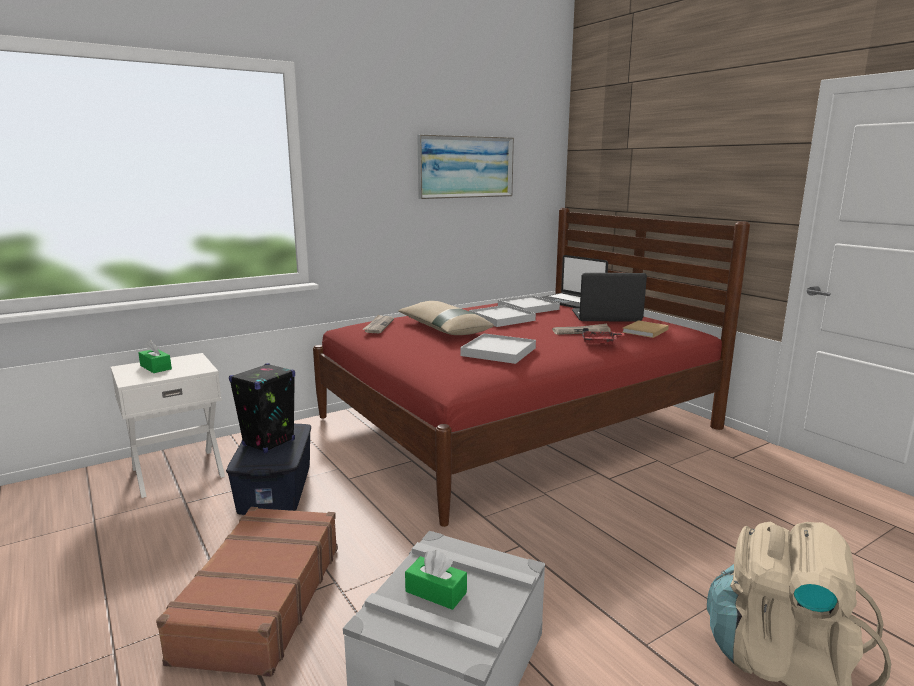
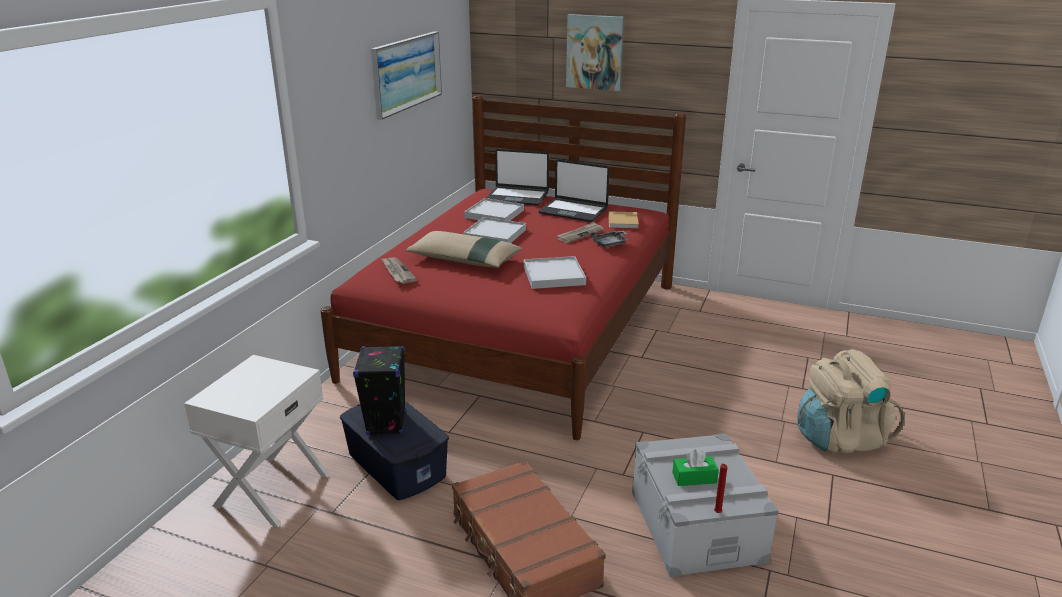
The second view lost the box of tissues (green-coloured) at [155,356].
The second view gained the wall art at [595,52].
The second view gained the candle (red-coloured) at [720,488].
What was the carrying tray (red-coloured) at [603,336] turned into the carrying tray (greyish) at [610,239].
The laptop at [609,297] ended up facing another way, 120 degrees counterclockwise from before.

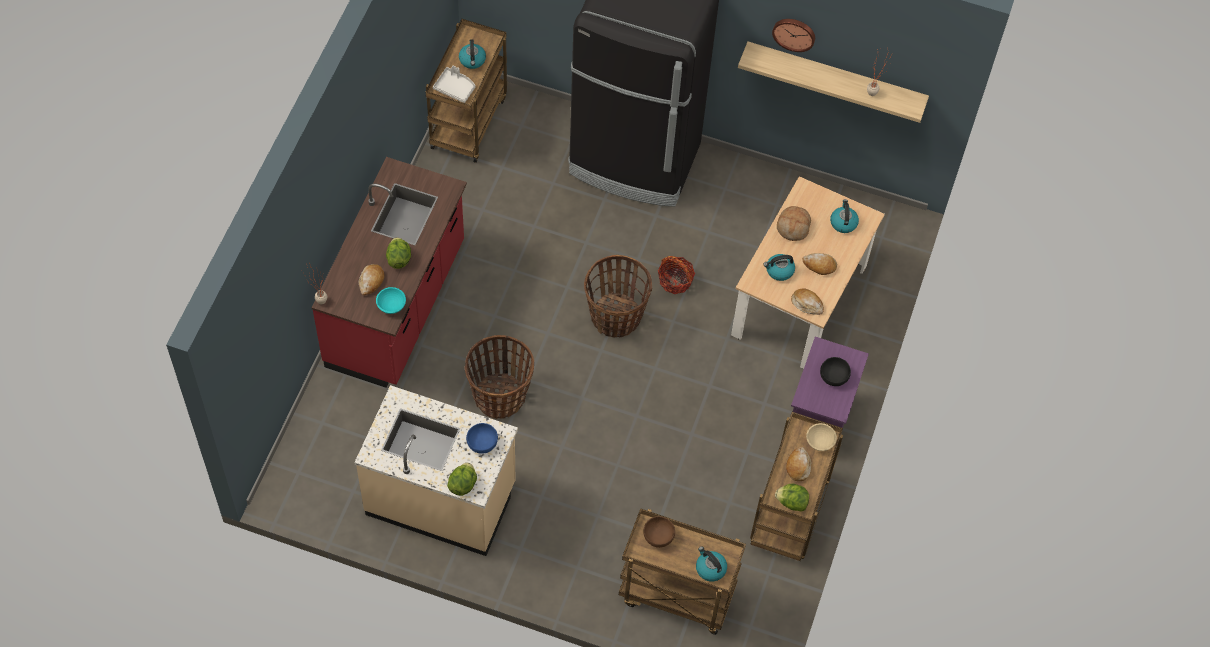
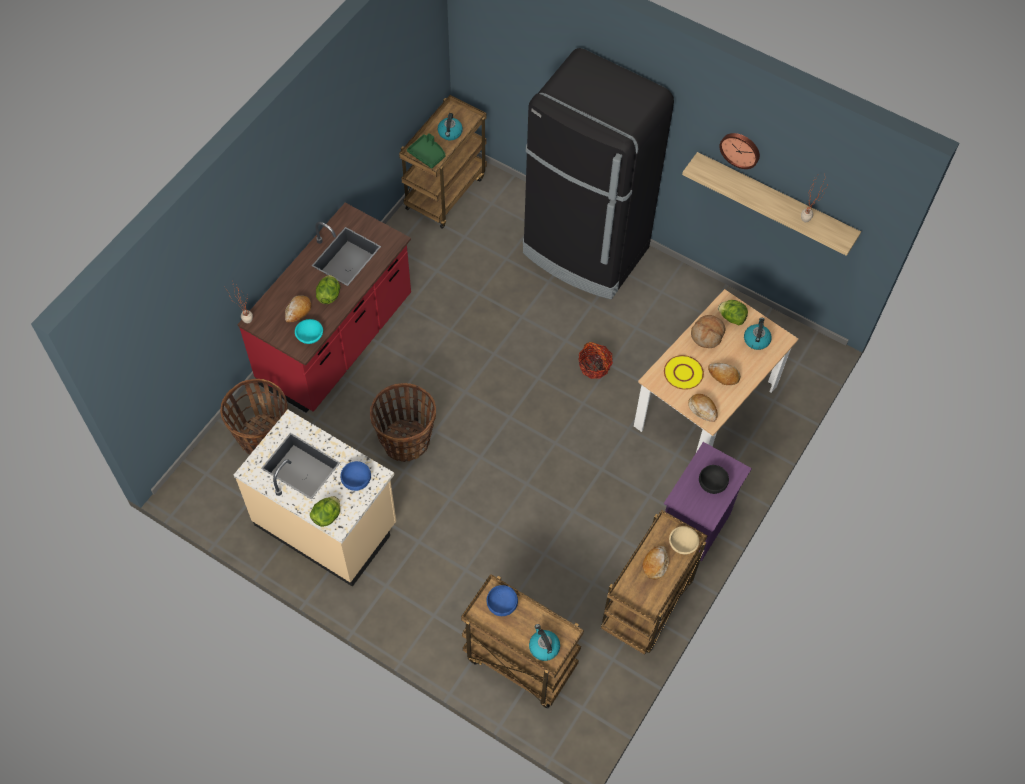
The storage basket ended up elsewhere, having gone from [618,296] to [254,416].
The head of lettuce ended up elsewhere, having gone from [792,498] to [733,312].
Where the water kettle stood at [779,267], the flat dish (yellow-coloured) came to stand at [684,372].
What was the carrying tray (white-coloured) at [454,84] turned into the carrying tray (green-coloured) at [426,150].
What was the deep dish (brown) at [659,532] turned into the deep dish (bluish) at [502,600].

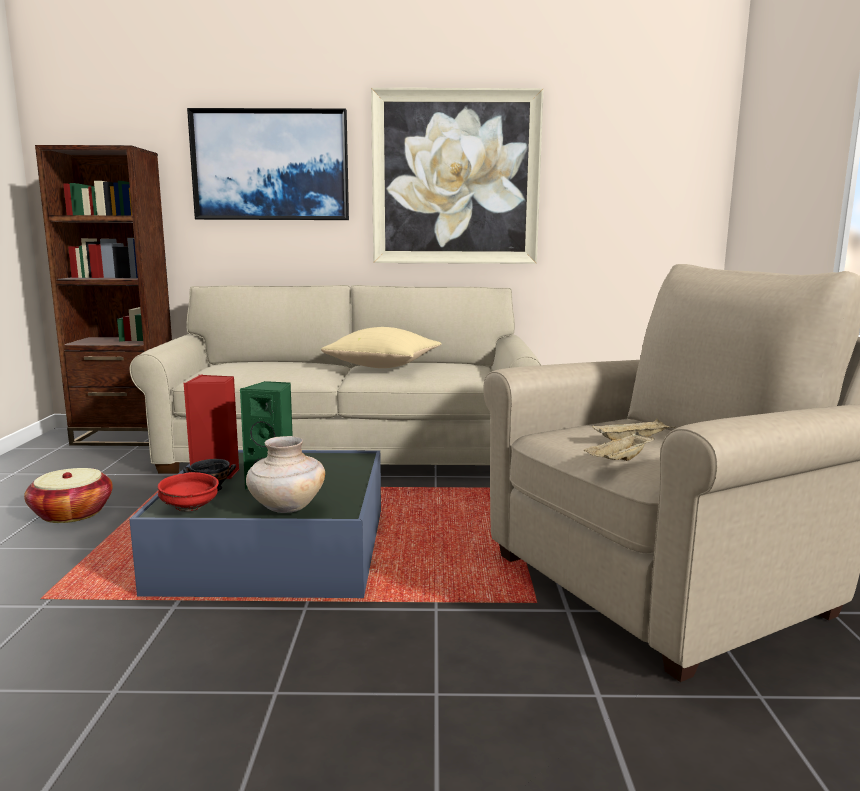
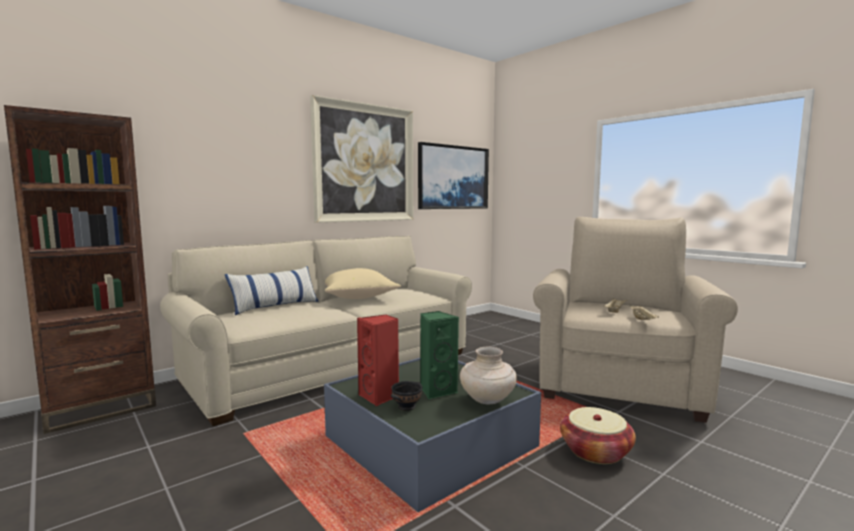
The second view lost the deep dish (red-coloured) at [188,492].
The second view gained the throw pillow at [272,290].
The storage basket ended up elsewhere, having gone from [68,495] to [598,435].
The wall art ended up elsewhere, having gone from [268,164] to [453,175].

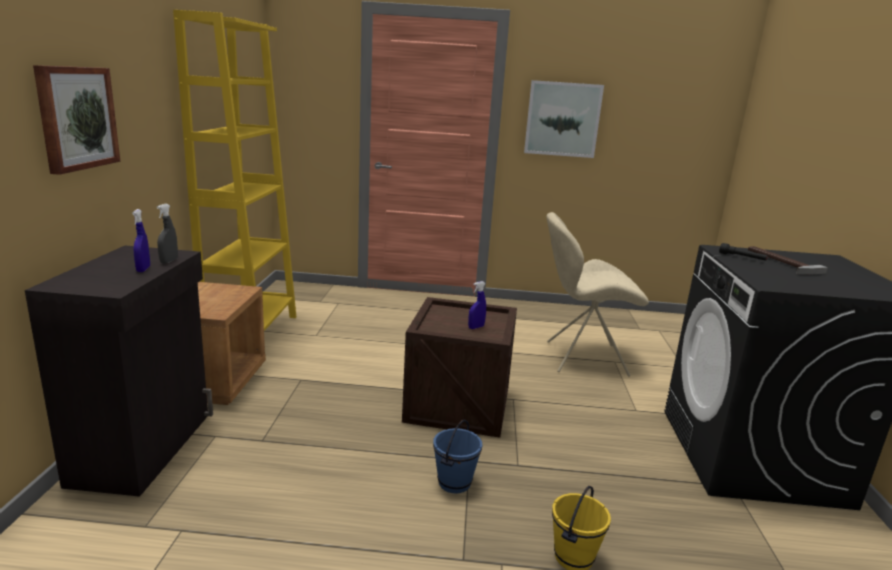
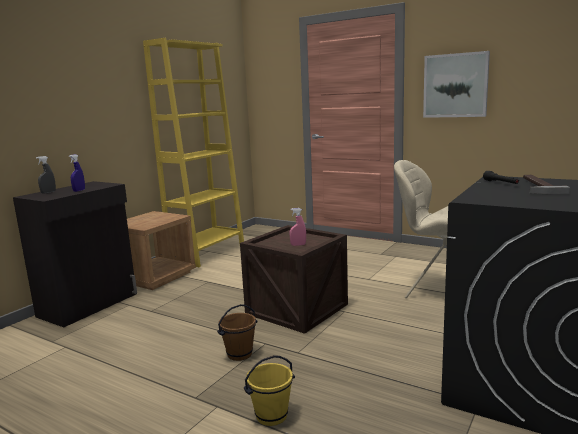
The second view lost the wall art at [76,120].
The sprayer (greyish) ended up elsewhere, having gone from [167,234] to [46,175].
What was the water bucket (bluish) at [457,456] turned into the water bucket (brown) at [237,332].
What was the sprayer (bluish) at [477,305] turned into the sprayer (pink-coloured) at [297,227].

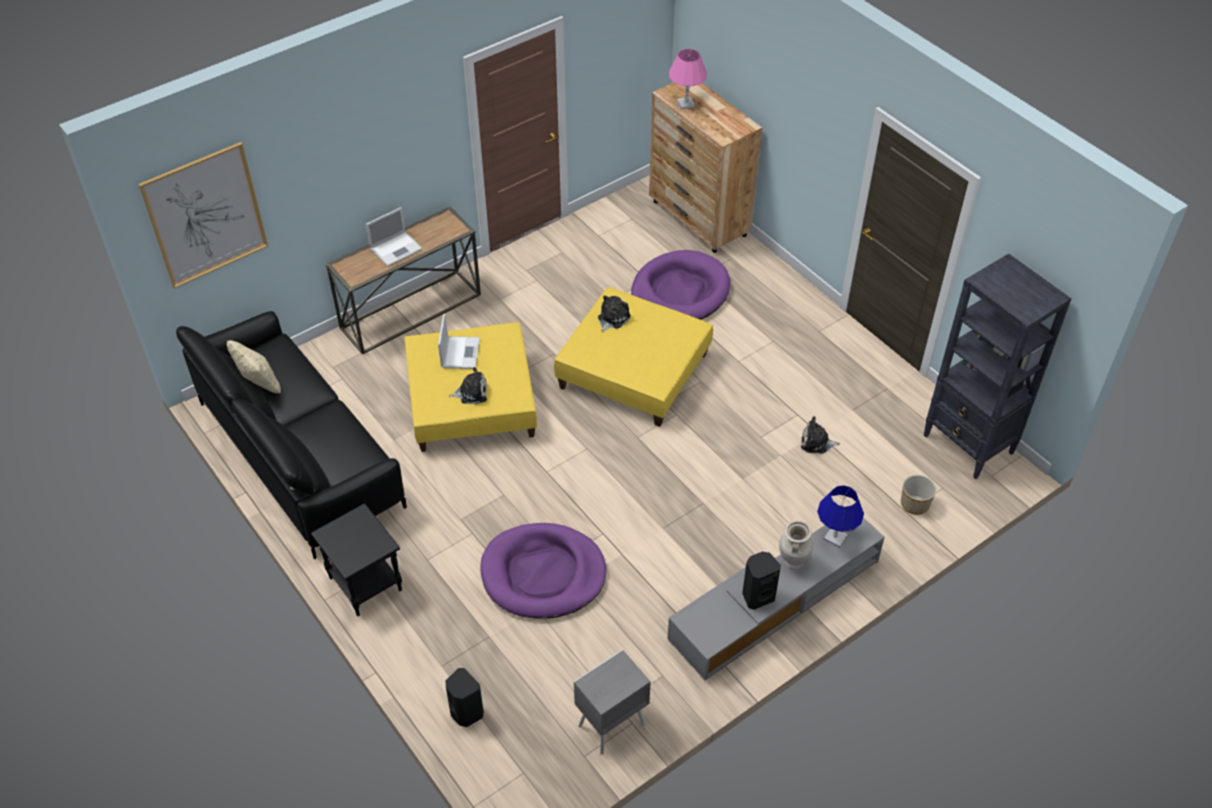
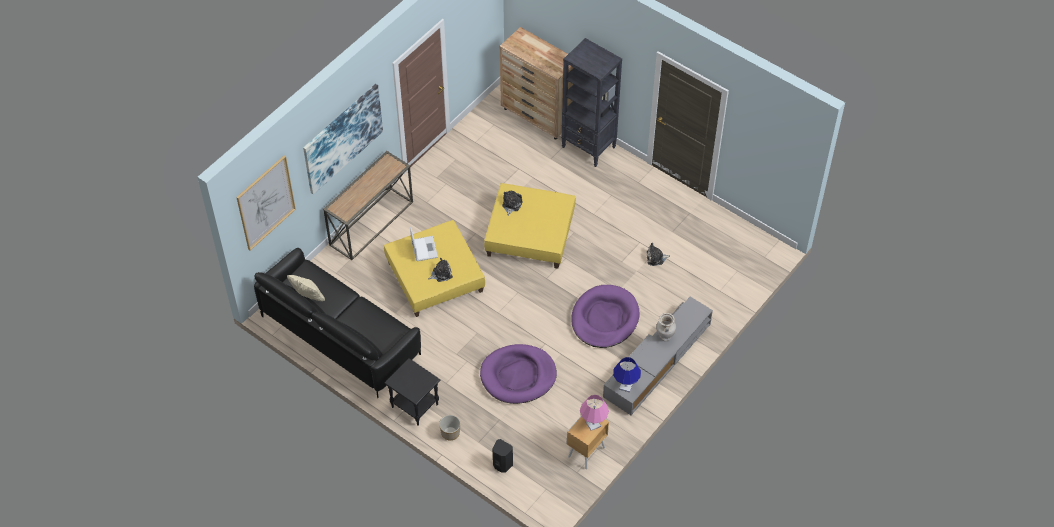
The second view lost the laptop at [394,236].
The second view lost the speaker (black-coloured) at [761,581].
The second view gained the wall art at [343,139].
The pet bed (purplish) ended up elsewhere, having gone from [680,285] to [605,316].
The table lamp (pink-coloured) ended up elsewhere, having gone from [688,79] to [594,413].
The table lamp (bluish) ended up elsewhere, having gone from [840,516] to [627,375].
The plant pot ended up elsewhere, having gone from [918,495] to [449,427].
The bookcase (black-coloured) ended up elsewhere, having gone from [998,366] to [591,102].
What was the bedside table (greyish) at [612,701] turned into the bedside table (brown) at [588,443].

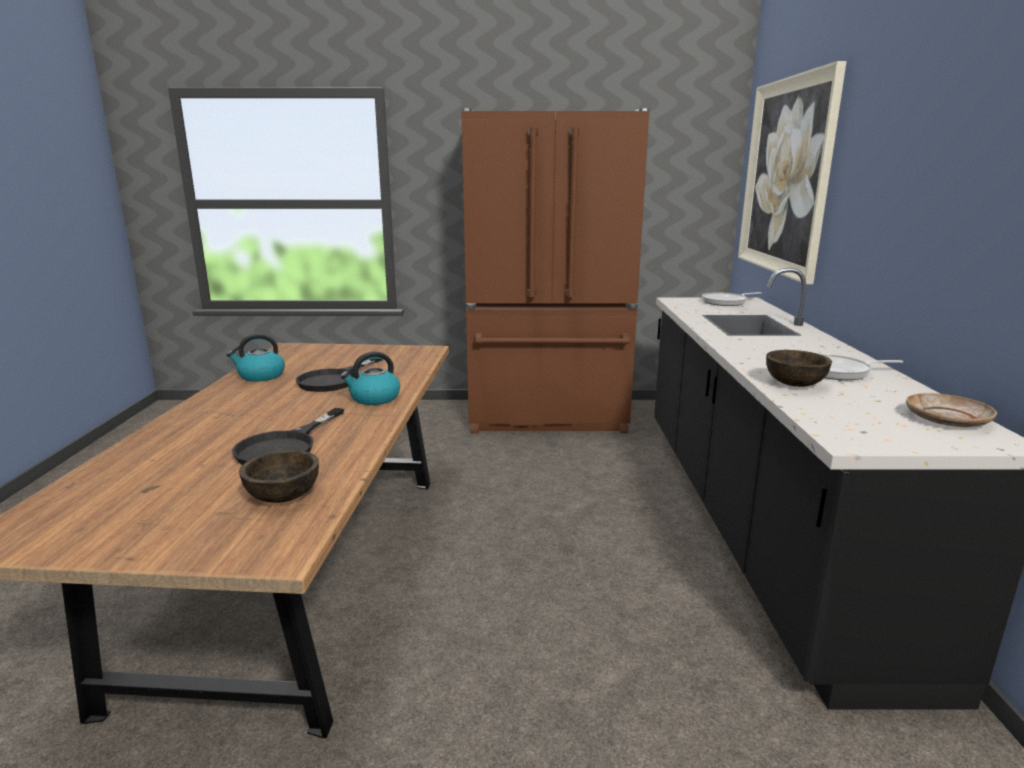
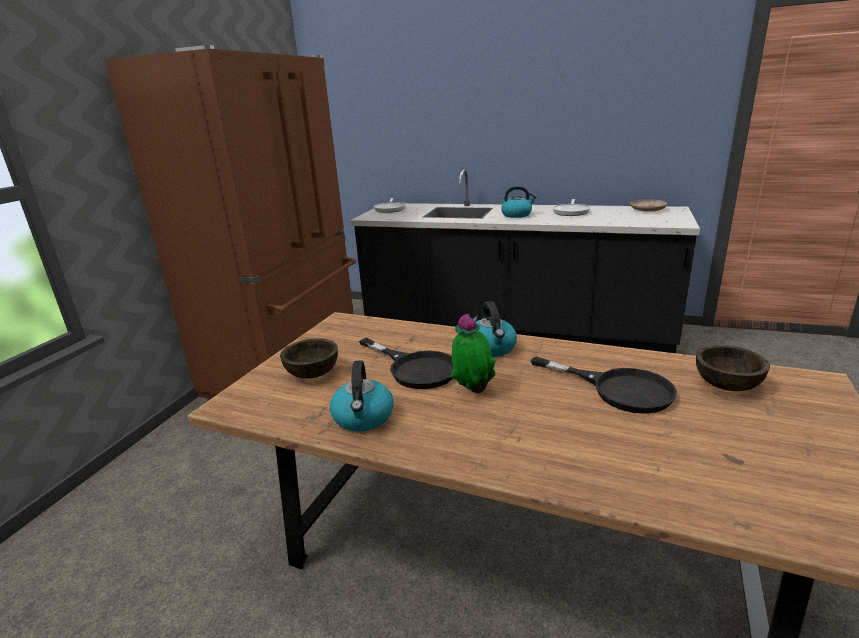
The second view lost the wall art at [792,172].
The second view gained the plant in a pot at [473,353].
The second view gained the water kettle at [519,202].
The deep dish (brown) ended up elsewhere, having gone from [799,368] to [309,358].

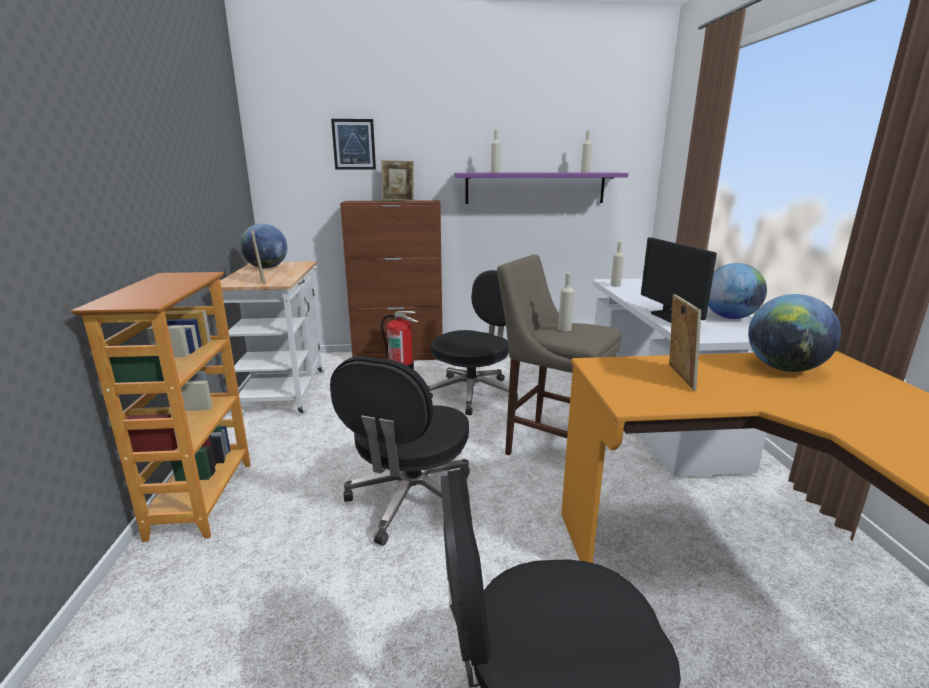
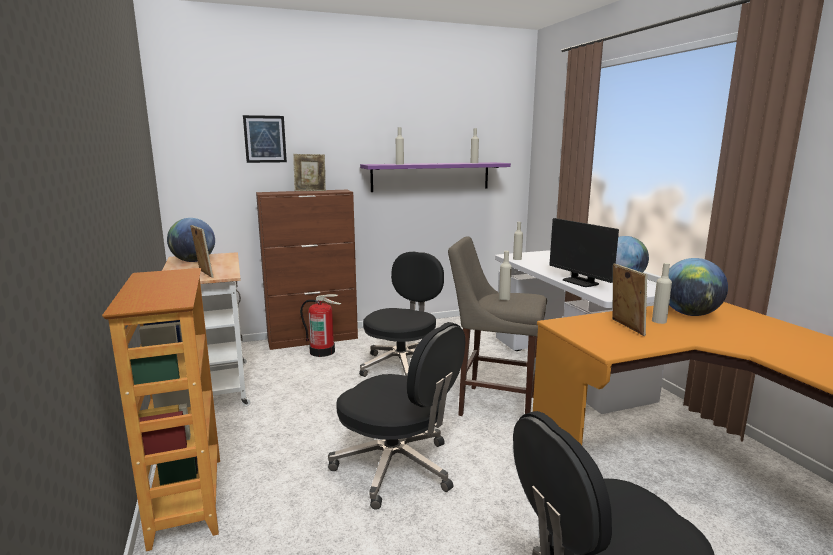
The second view gained the bottle (beige-coloured) at [662,293].
The computer chair (black-coloured) at [400,451] ended up facing another way, 60 degrees counterclockwise from before.

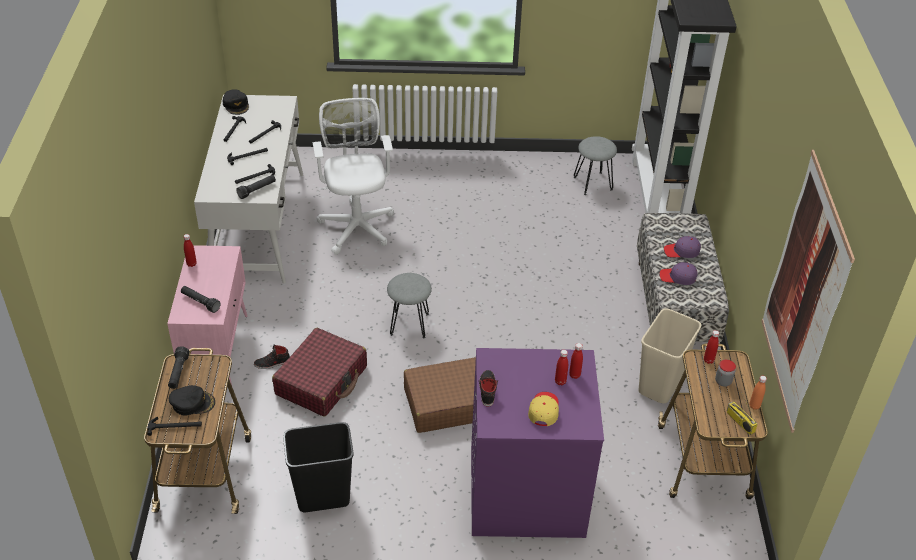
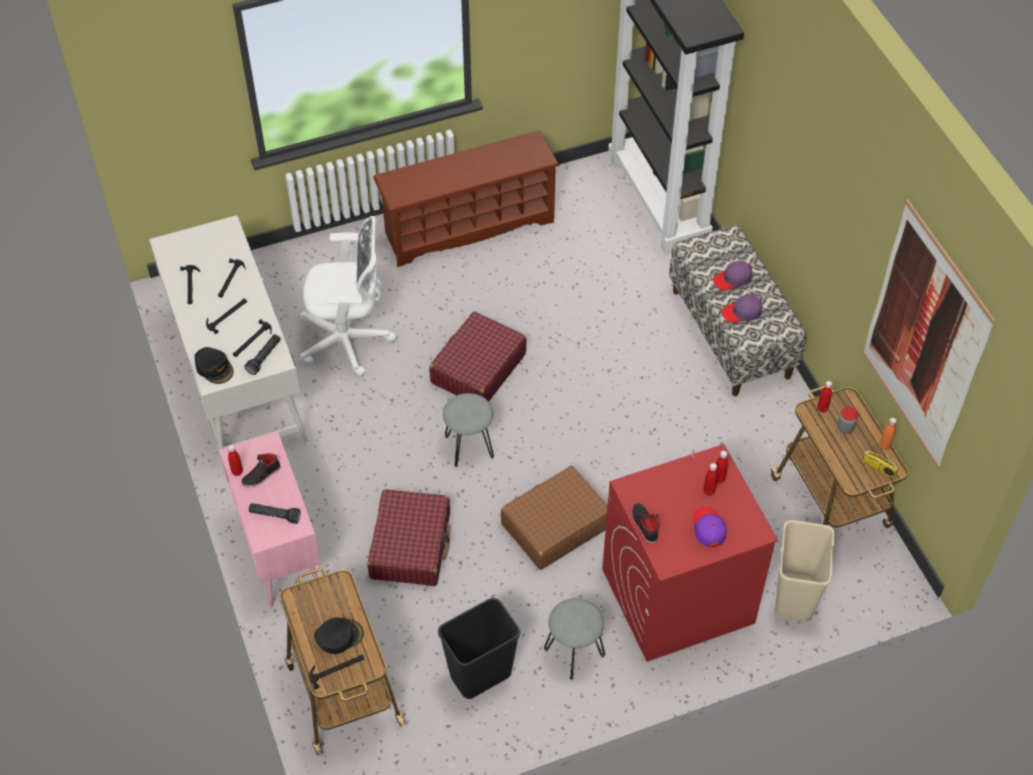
The second view lost the hand torch (black-coloured) at [179,367].
The second view gained the shoe stand (brown) at [466,198].
The second view gained the suitcase (red-coloured) at [478,356].
The baseball cap (black-coloured) ended up elsewhere, having gone from [235,102] to [214,365].
The low shoe (black-coloured) ended up elsewhere, having gone from [272,357] to [260,470].
The stool (greyish) ended up elsewhere, having gone from [595,165] to [574,639].
The trash can (beige-coloured) ended up elsewhere, having gone from [669,355] to [804,570].
What was the washing machine (purplish) at [537,443] turned into the washing machine (red-coloured) at [690,553].
What was the baseball cap (yellow-coloured) at [543,409] turned into the baseball cap (purplish) at [710,527].
The computer chair (white-coloured) at [353,176] ended up facing another way, 120 degrees clockwise from before.

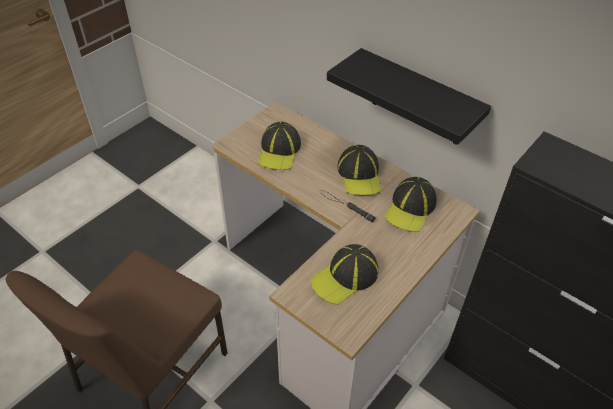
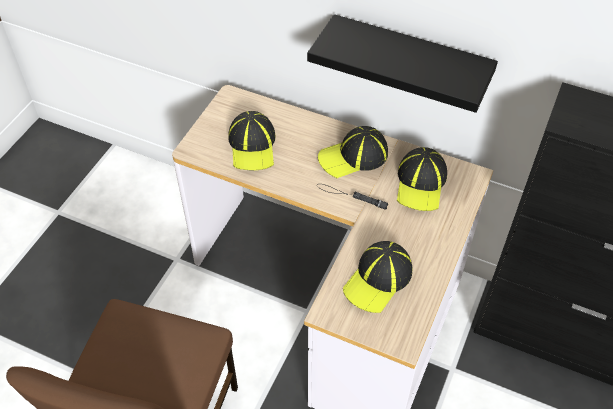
The baseball cap at [359,170] ended up facing another way, 90 degrees clockwise from before.

